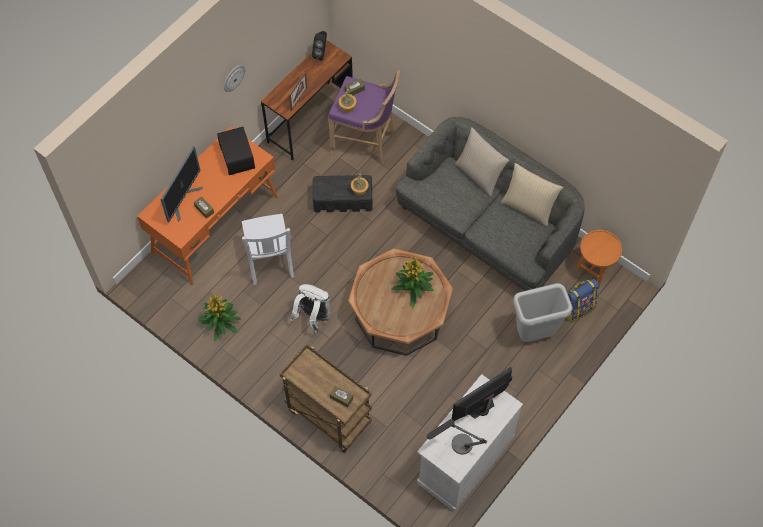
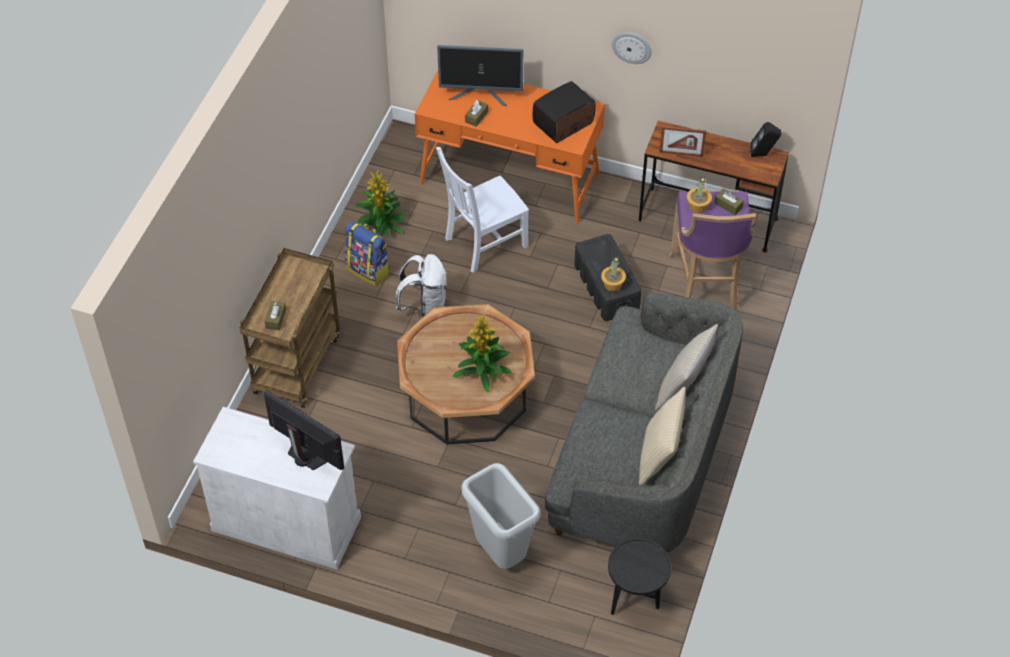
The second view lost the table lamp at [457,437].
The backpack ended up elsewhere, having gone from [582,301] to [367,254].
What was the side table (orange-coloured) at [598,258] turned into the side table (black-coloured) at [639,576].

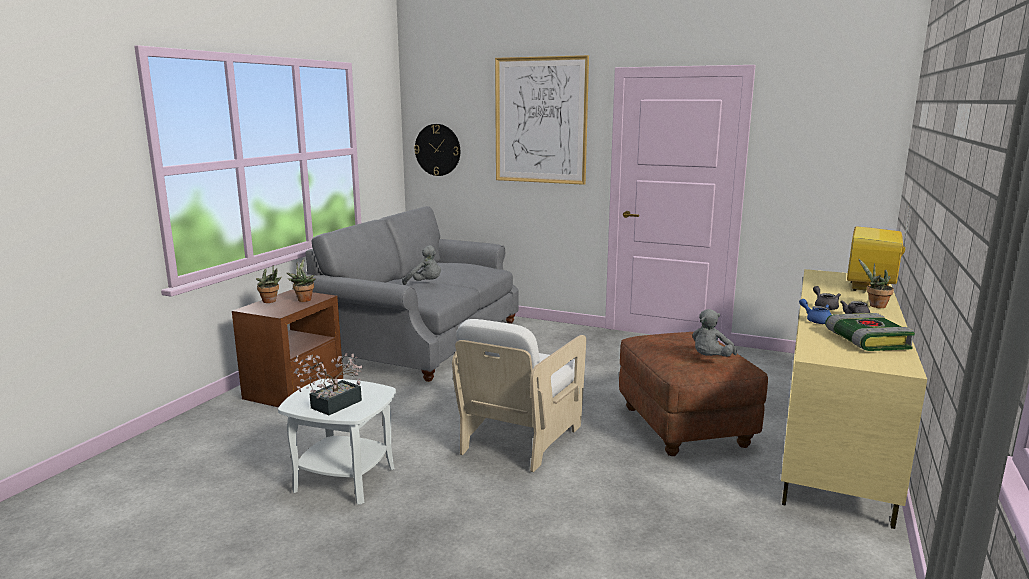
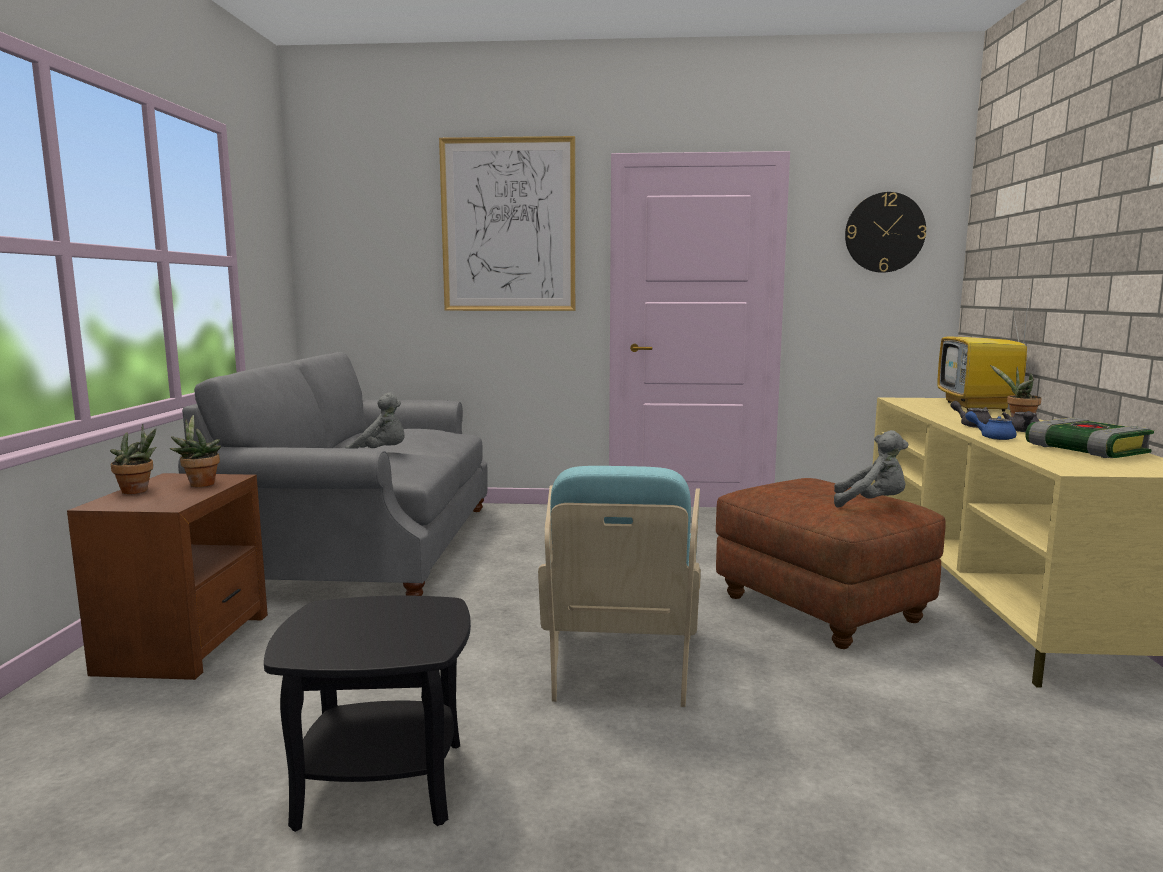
The second view lost the plant in a pot at [328,384].
The wall clock ended up elsewhere, having gone from [437,150] to [885,232].
What was the side table (white-coloured) at [337,442] turned into the side table (black-coloured) at [367,713].
What was the easy chair (white-coloured) at [519,395] turned into the easy chair (turquoise) at [619,586].
The plush toy (greyish) at [714,333] ended up facing another way, 90 degrees counterclockwise from before.

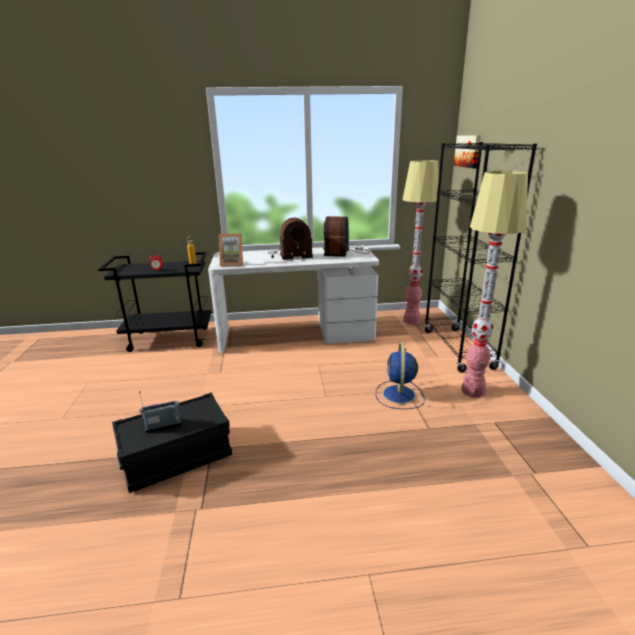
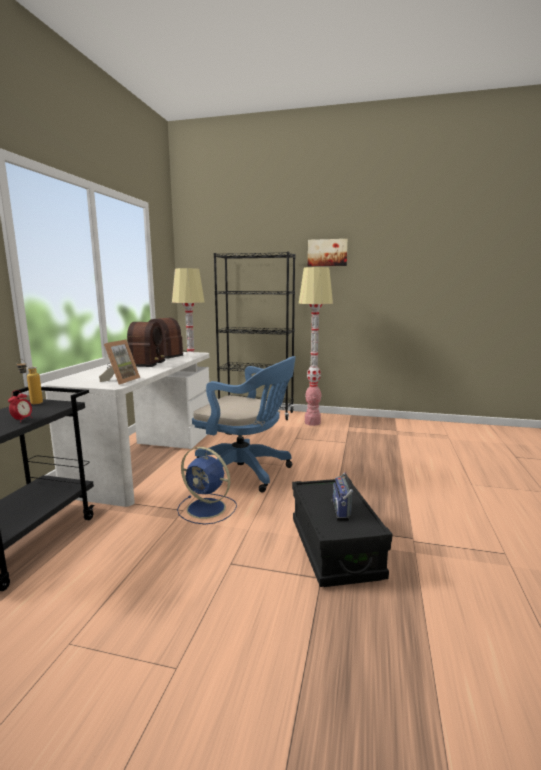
The second view gained the computer chair (bluish) at [244,424].
The fan (bluish) ended up elsewhere, having gone from [400,375] to [207,485].
The wall art ended up elsewhere, having gone from [467,151] to [328,252].

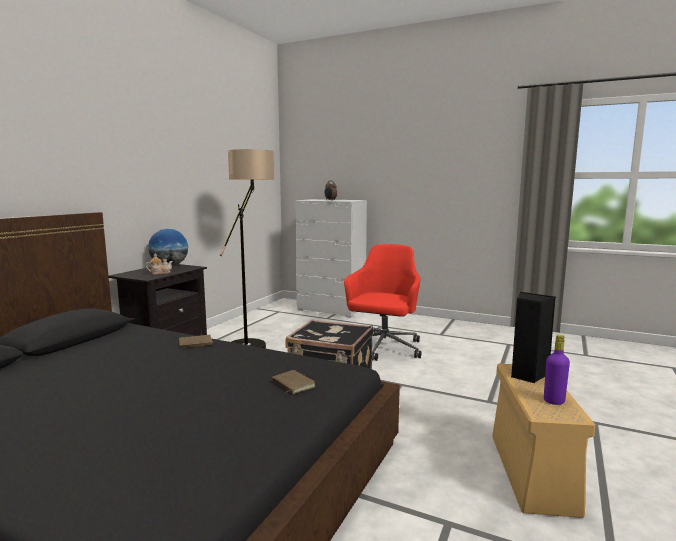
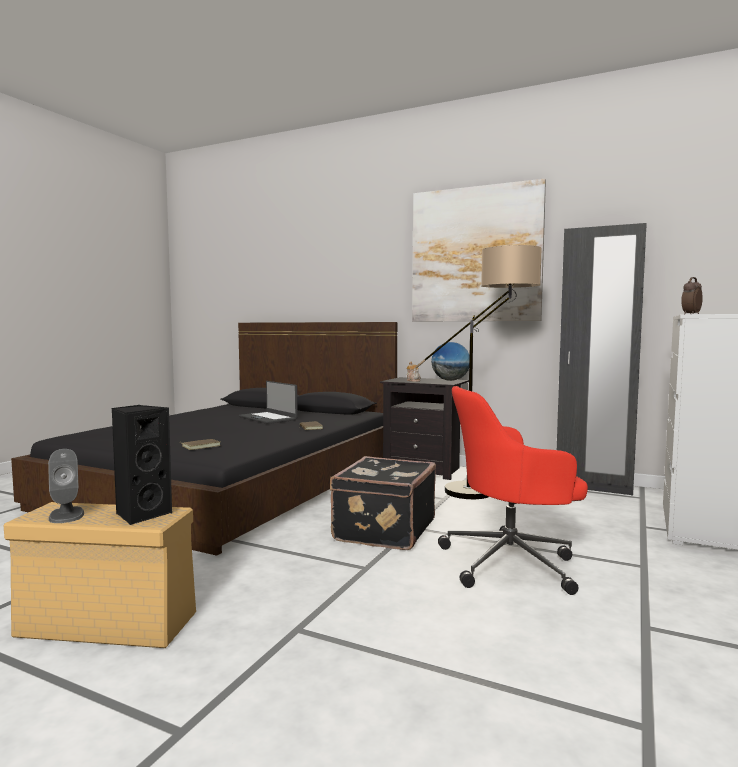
The second view gained the laptop at [268,402].
The second view gained the wall art at [479,250].
The second view gained the wardrobe (black-coloured) at [602,359].
Where the bottle (purplish) stood at [557,370], the speaker (greyish) came to stand at [66,486].
The computer chair (red-coloured) at [382,302] ended up facing another way, 150 degrees clockwise from before.

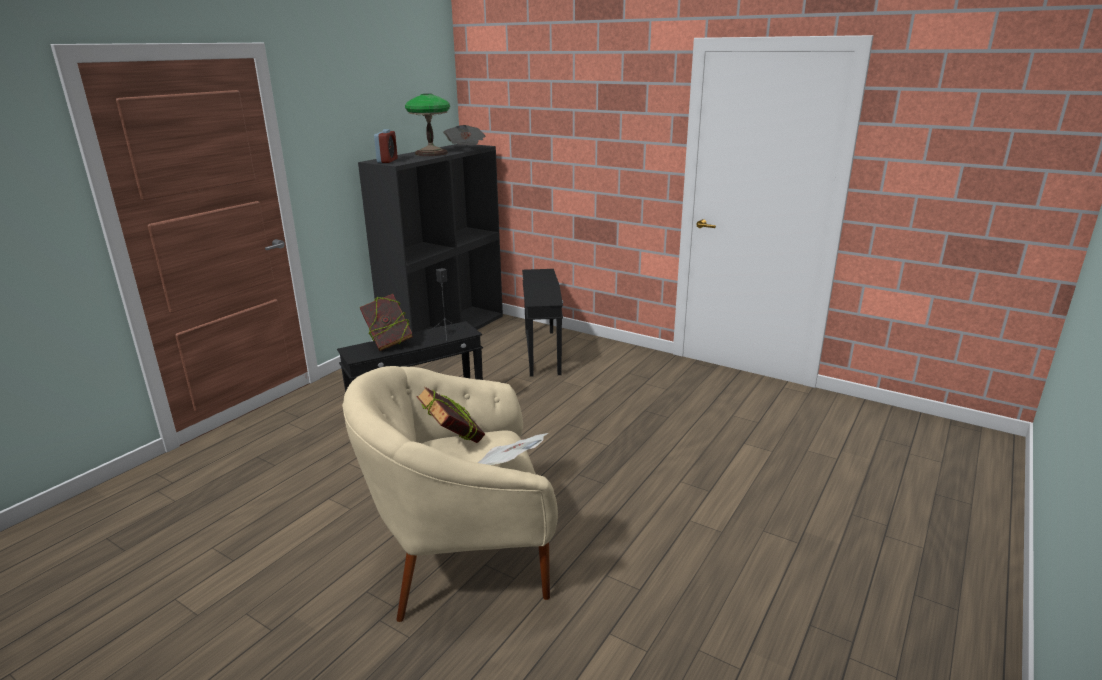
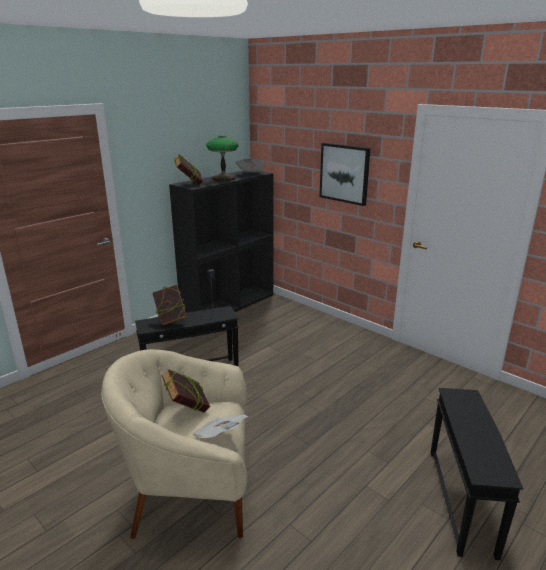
The second view gained the wall art at [344,174].
The side table (black-coloured) ended up elsewhere, having gone from [542,323] to [477,474].
Where the bedside clock stood at [386,146], the volume came to stand at [188,169].

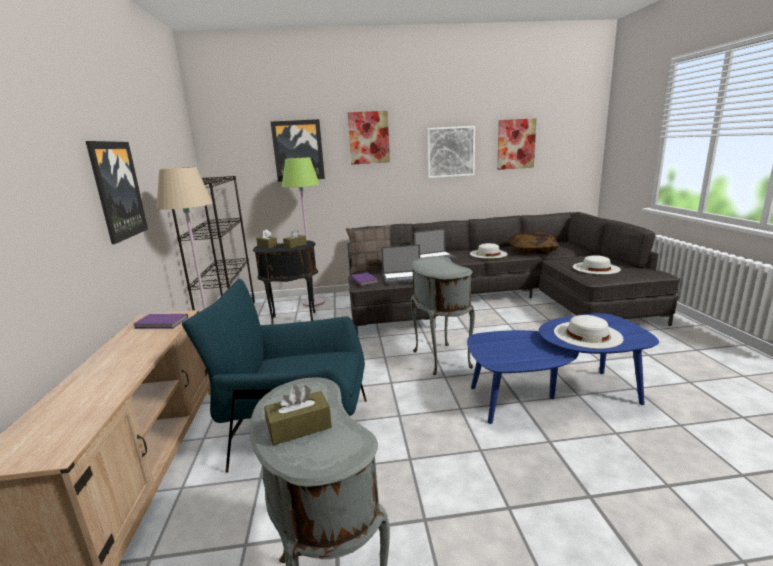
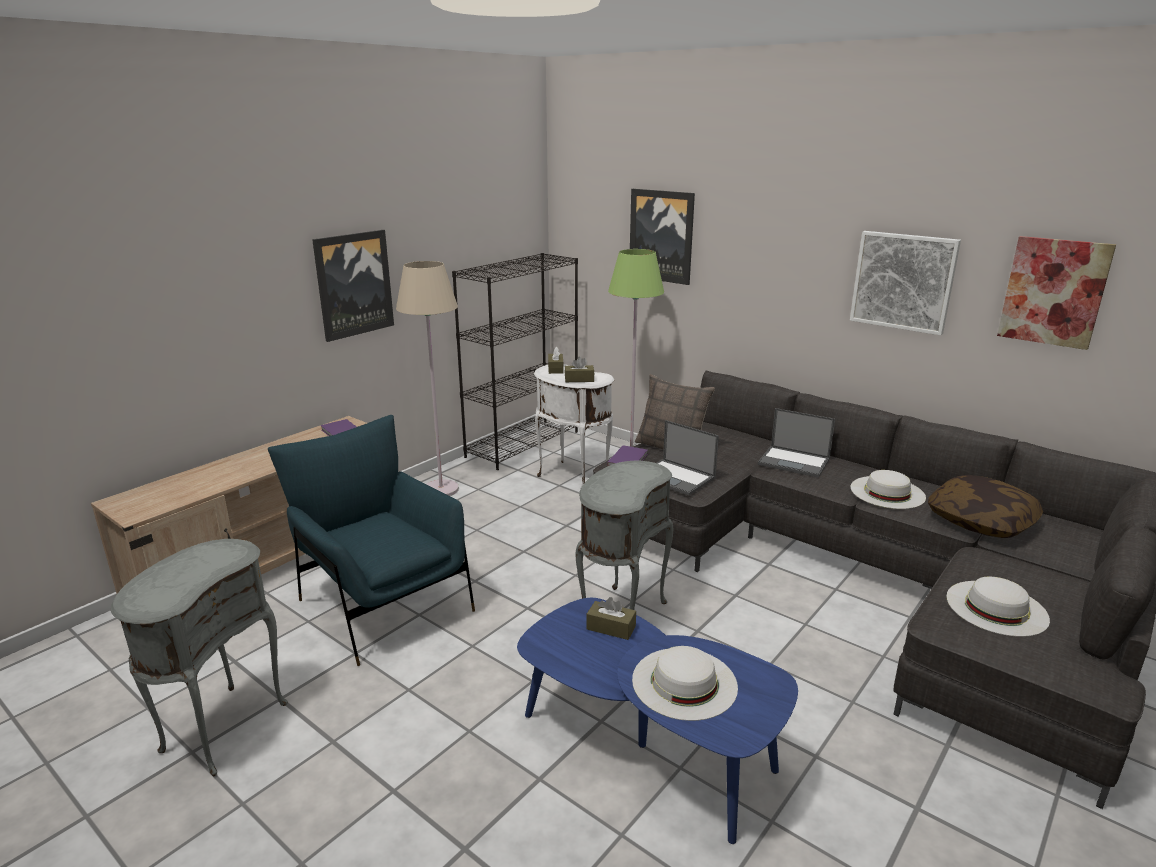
The second view lost the wall art at [369,138].
The box of tissues (brown) ended up elsewhere, having gone from [298,415] to [611,618].
What was the side table (black-coloured) at [285,282] turned into the side table (white-coloured) at [574,425].

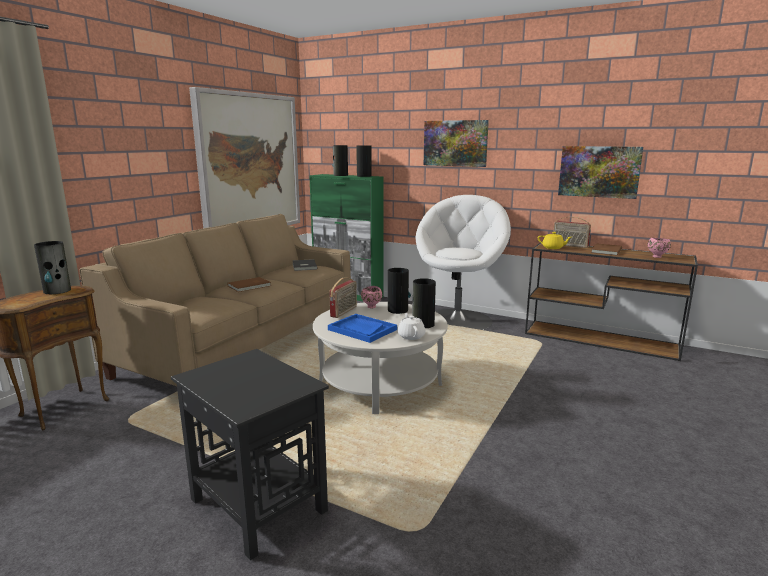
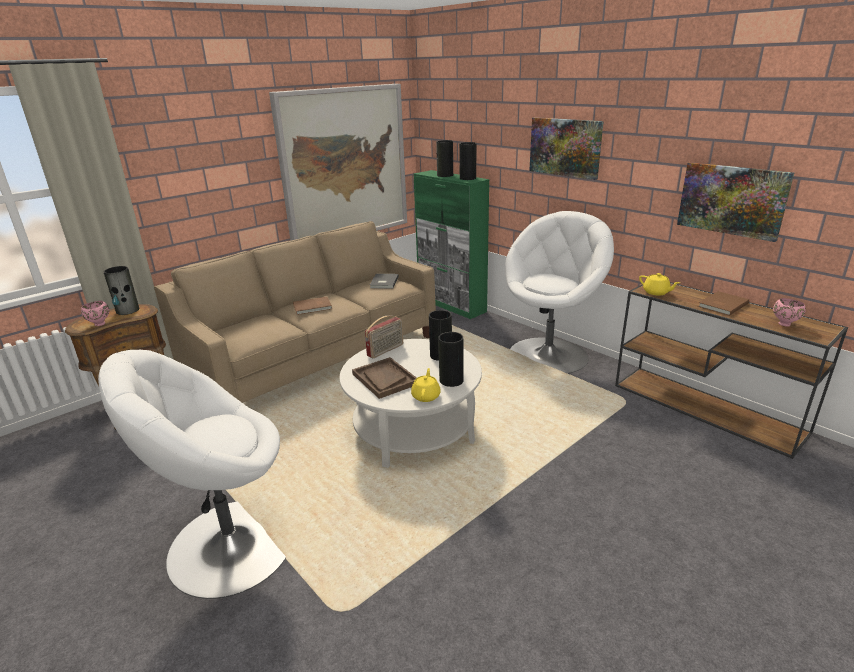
The second view lost the radio at [572,232].
The deep dish (pink-coloured) ended up elsewhere, having gone from [371,297] to [95,313].
Where the side table (black-coloured) stood at [250,454], the easy chair (white-coloured) came to stand at [192,474].
What was the carrying tray (bluish) at [362,328] turned into the carrying tray (brown) at [384,378].
What was the pot for tea (white-coloured) at [411,326] turned into the pot for tea (yellow-coloured) at [426,385].

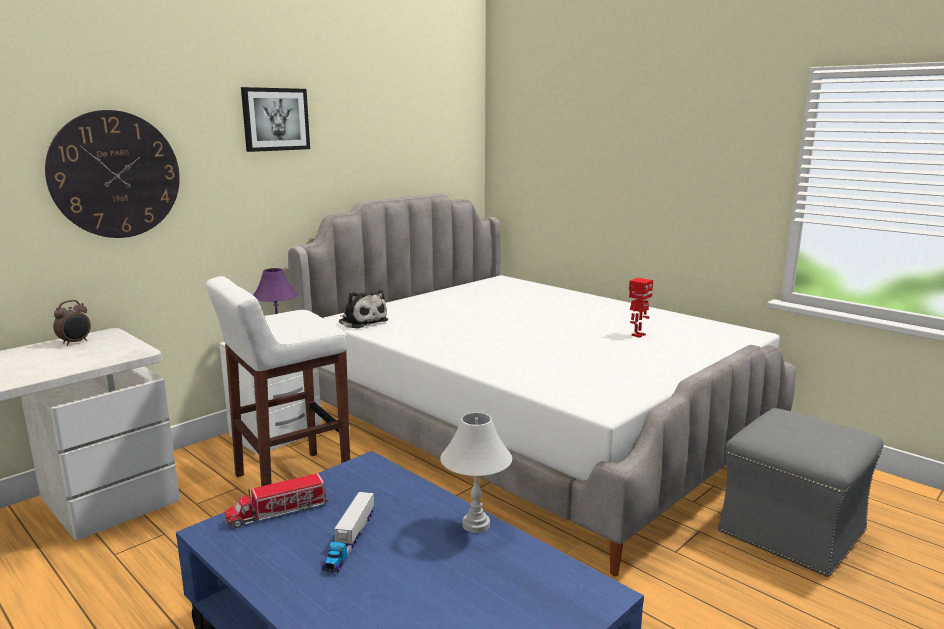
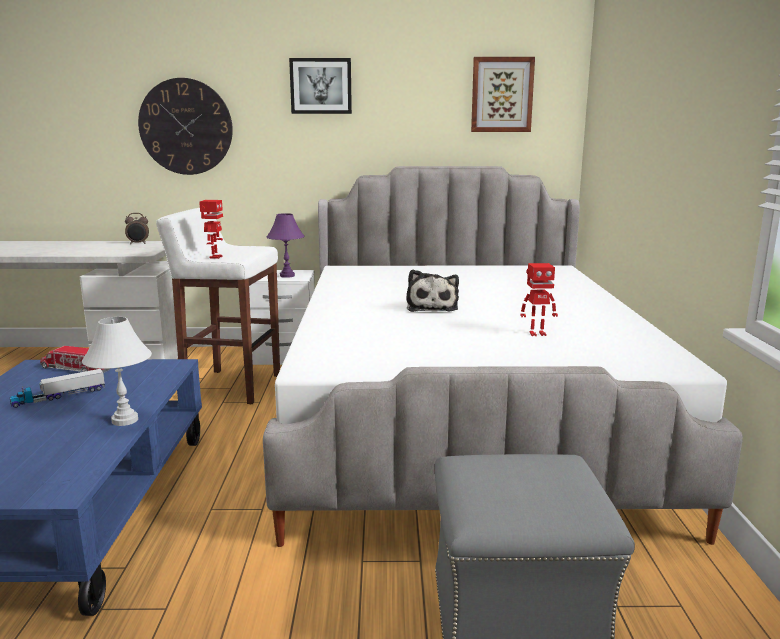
The second view gained the model robot at [211,229].
The second view gained the wall art at [503,94].
The plush toy ended up elsewhere, having gone from [363,309] to [432,290].

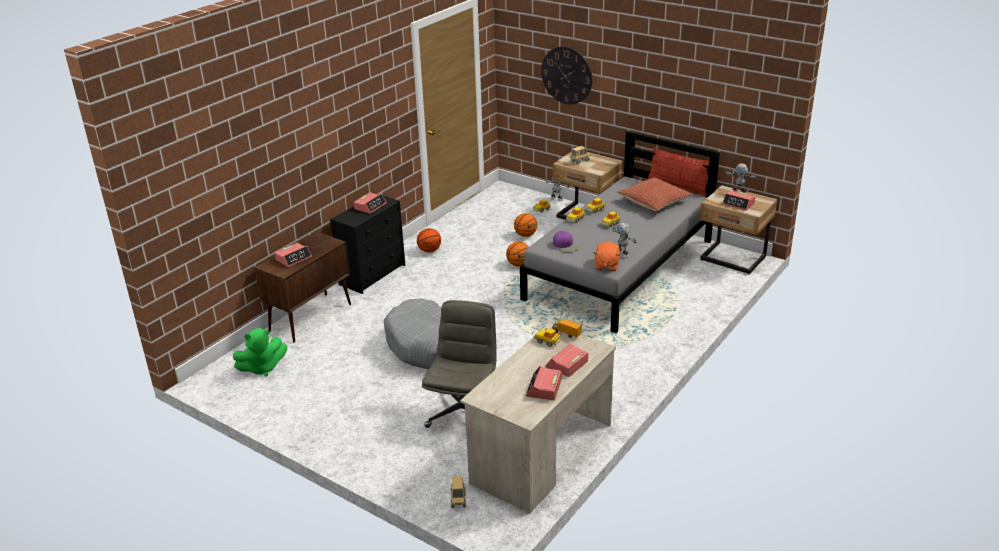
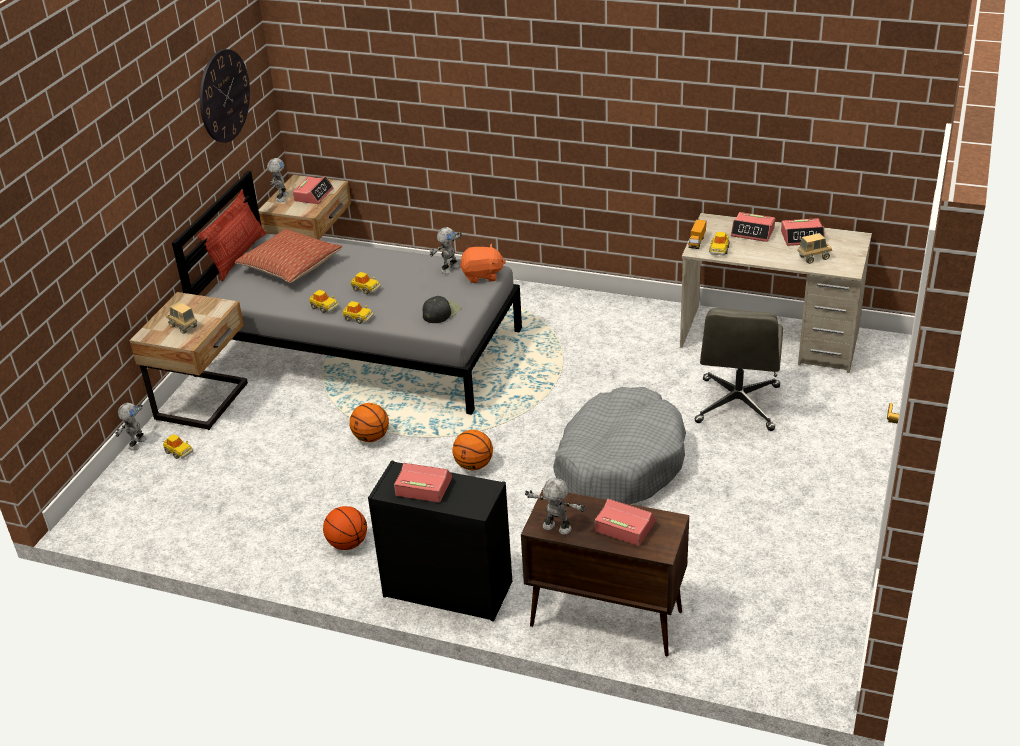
The second view lost the plush toy (green-coloured) at [260,352].
The second view gained the model robot at [555,506].
The toy lorry ended up elsewhere, having gone from [458,492] to [814,248].
The ball for basketball ended up elsewhere, having gone from [525,225] to [472,450].
The wall clock ended up elsewhere, having gone from [566,75] to [225,96].
What was the baseball cap (purplish) at [566,241] turned into the baseball cap (black-coloured) at [442,309].
The computer chair (greyish) at [459,364] ended up facing another way, 75 degrees counterclockwise from before.

